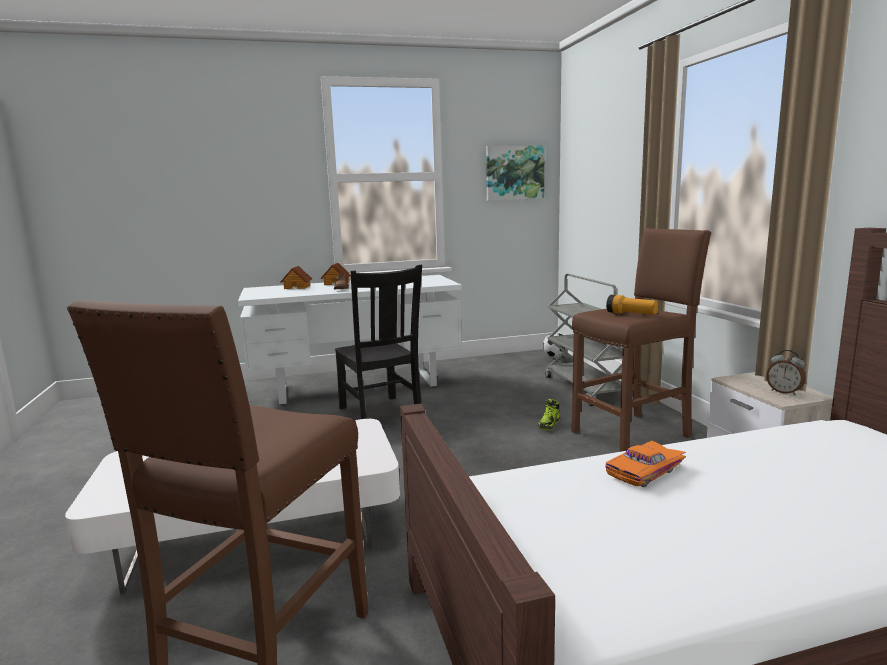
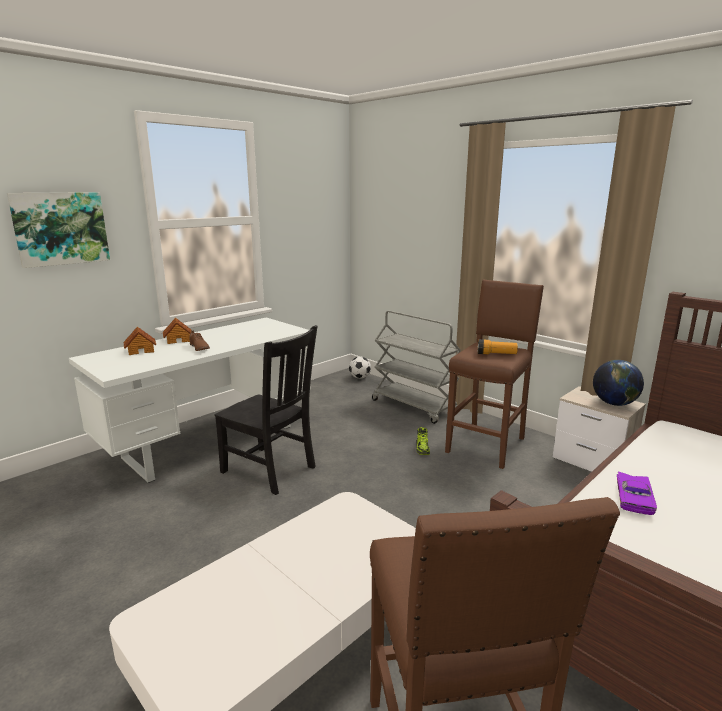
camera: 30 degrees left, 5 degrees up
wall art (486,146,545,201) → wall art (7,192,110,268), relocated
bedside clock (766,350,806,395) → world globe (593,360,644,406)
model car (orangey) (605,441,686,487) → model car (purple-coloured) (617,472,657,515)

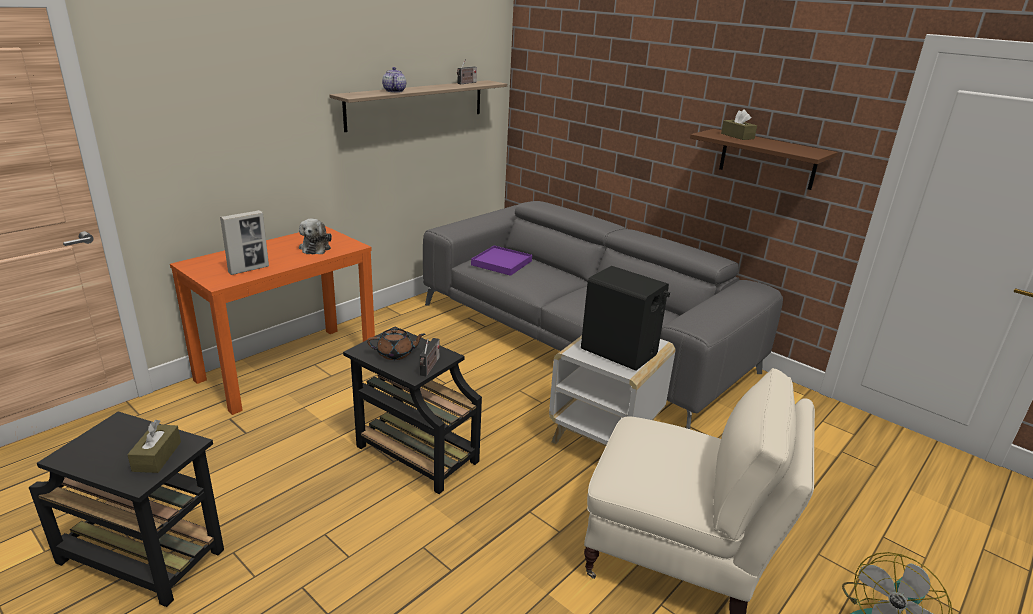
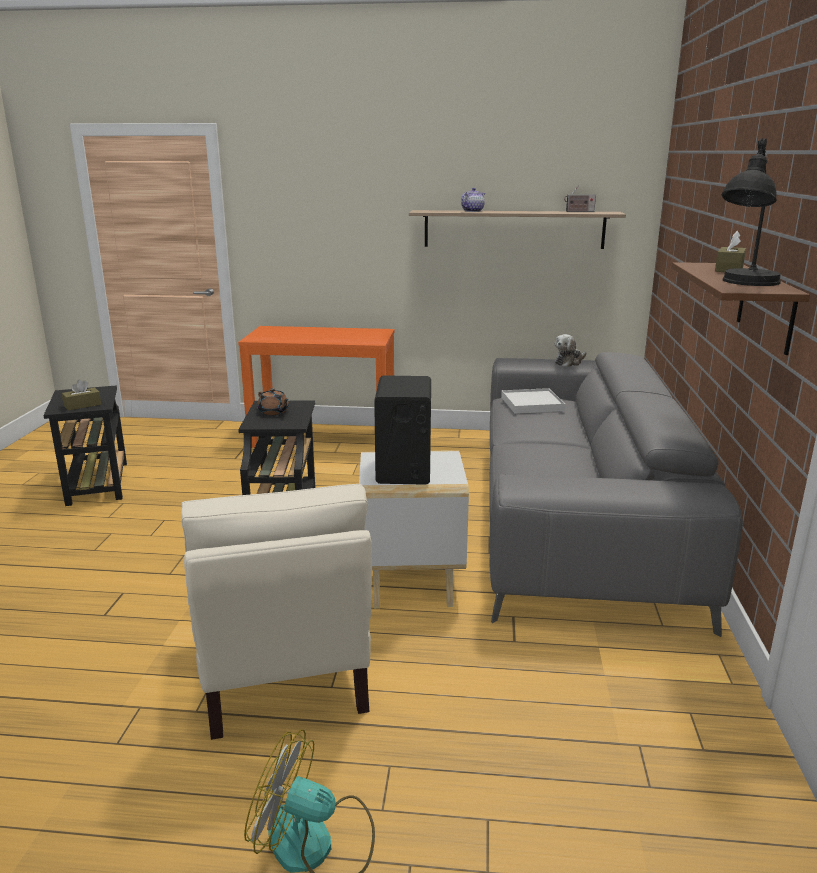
camera: 55 degrees right, 5 degrees down
carrying tray (purple-coloured) (471,246,532,276) → carrying tray (white) (501,388,565,414)
soft toy (299,218,332,254) → soft toy (555,334,586,367), relocated
- → lamp for a table (black-coloured) (722,138,781,286)
standing frame (220,210,269,275) → -
radio (420,338,440,377) → -

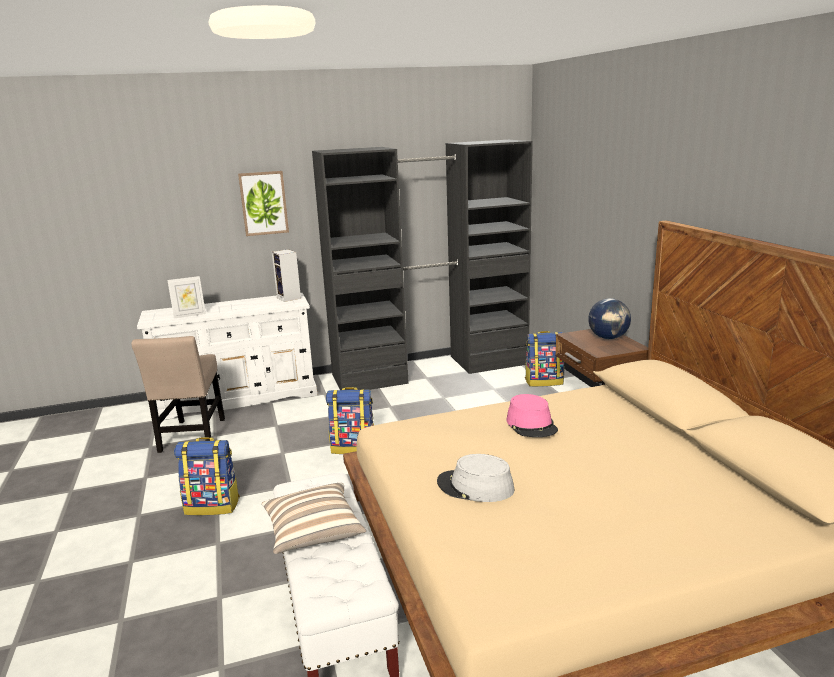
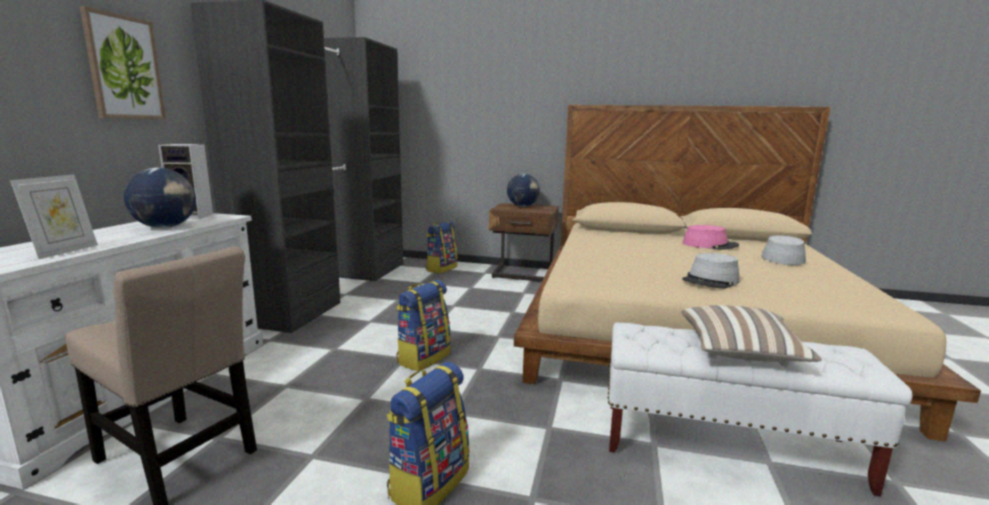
camera: 60 degrees left, 5 degrees down
- → world globe (123,168,196,228)
clothing hat (pinkish) (507,394,558,437) → clothing hat (pinkish) (683,225,739,250), relocated
- → clothing hat (greyish) (761,235,806,265)

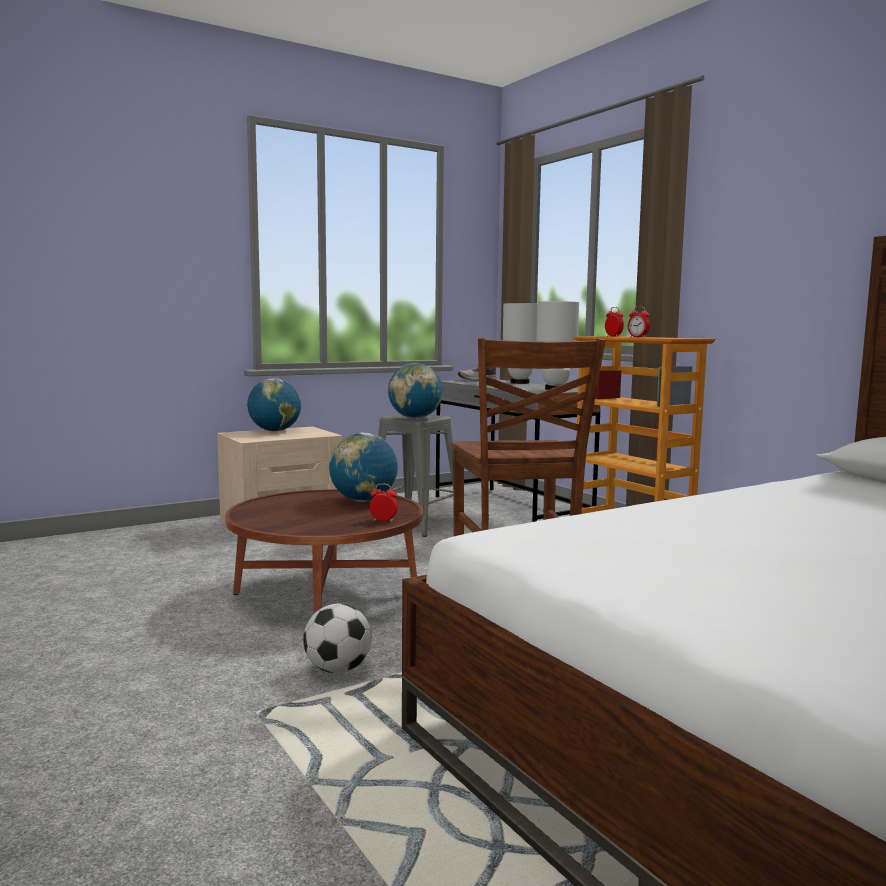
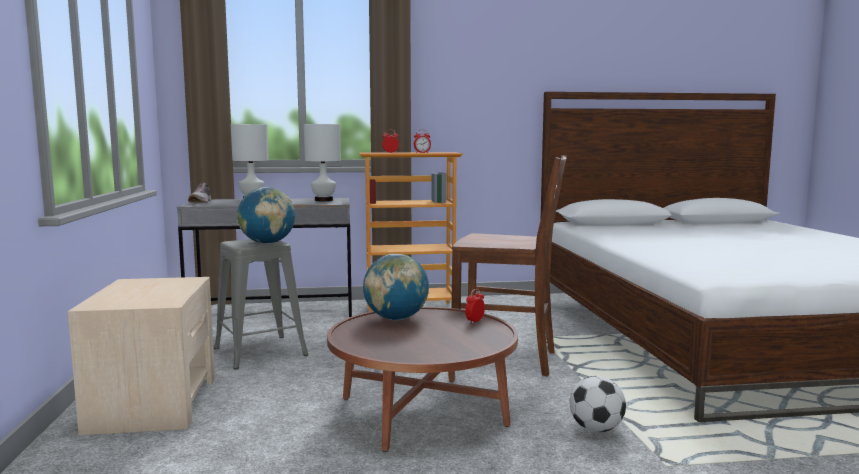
camera: 65 degrees left, 0 degrees up
world globe (247,378,301,431) → -

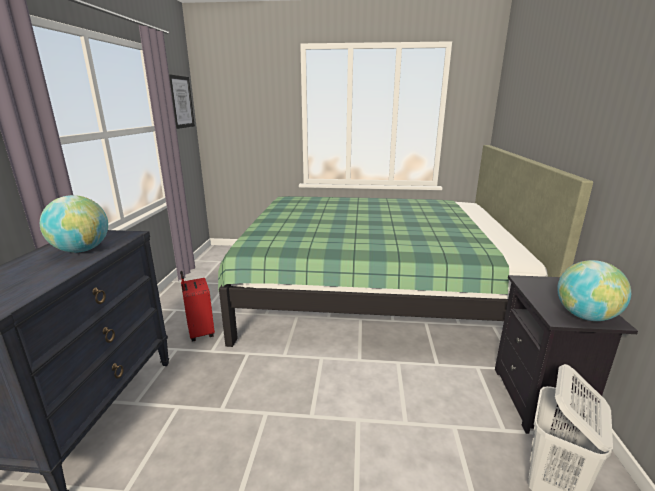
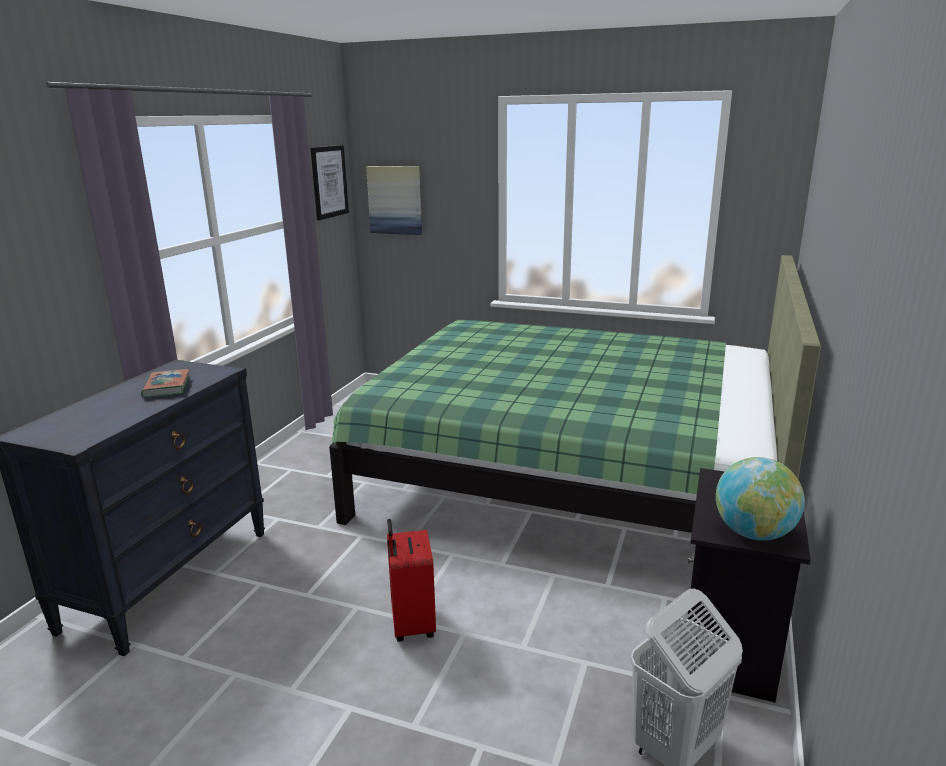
camera: 15 degrees right, 0 degrees up
world globe (40,195,108,253) → book (141,369,190,398)
- → wall art (366,166,422,235)
travel case (reddish) (180,271,215,342) → travel case (reddish) (387,519,436,642), relocated

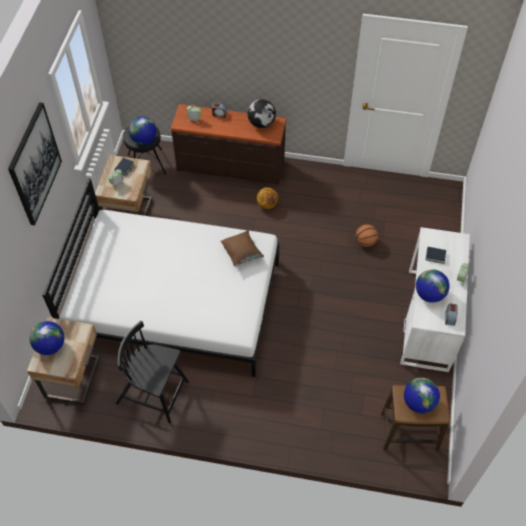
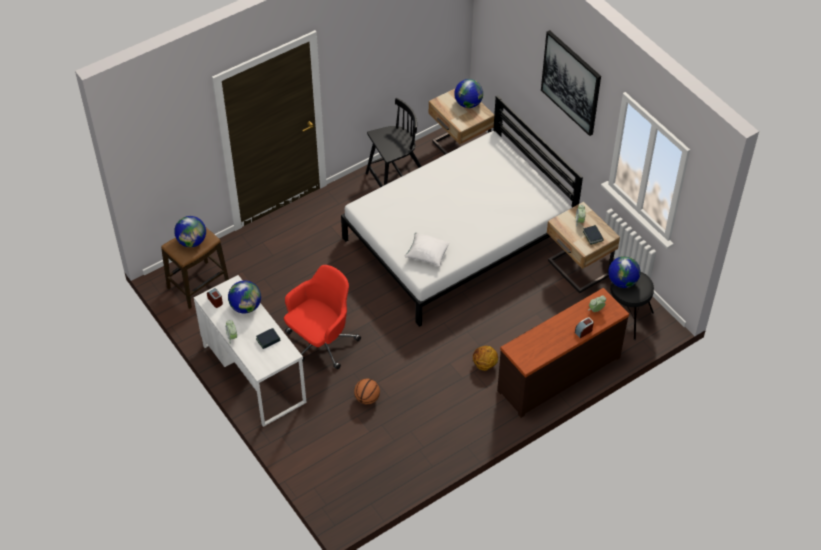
camera: 135 degrees right, 5 degrees down
- → office chair (reddish) (284,265,361,369)
cushion (brown) (220,230,264,267) → cushion (white) (404,233,449,266)
world globe (247,99,276,128) → -

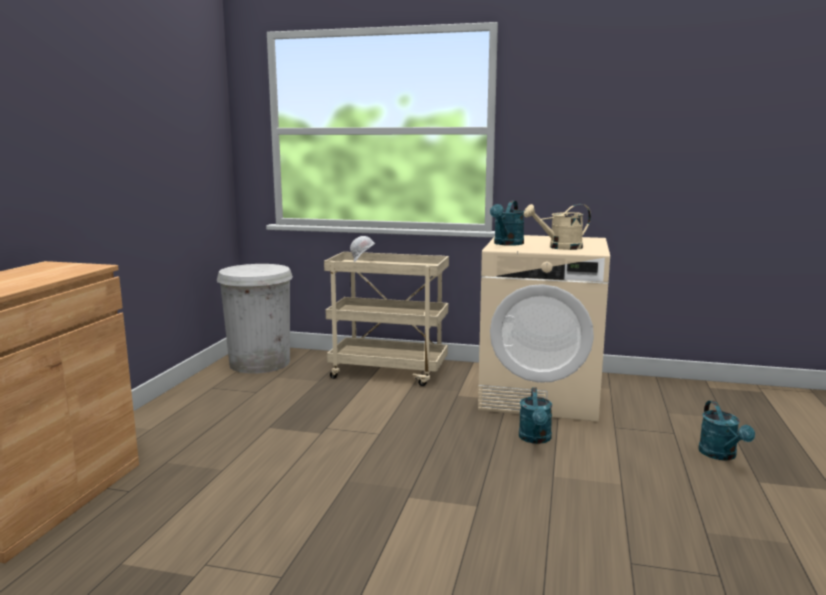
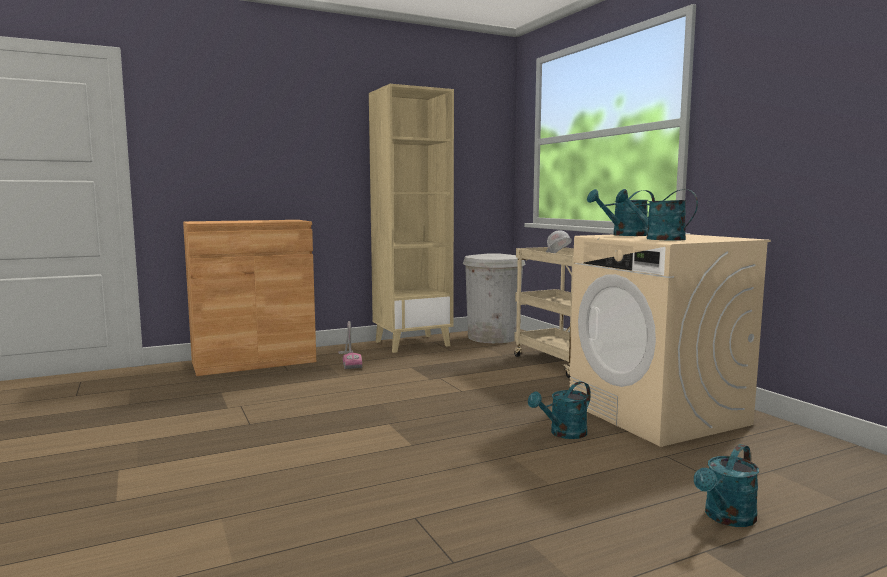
camera: 50 degrees right, 5 degrees down
- → vacuum (338,321,362,369)
- → bookcase (sand-coloured) (369,84,454,353)
watering can (sand-coloured) (524,204,591,250) → watering can (turquoise) (616,189,698,241)

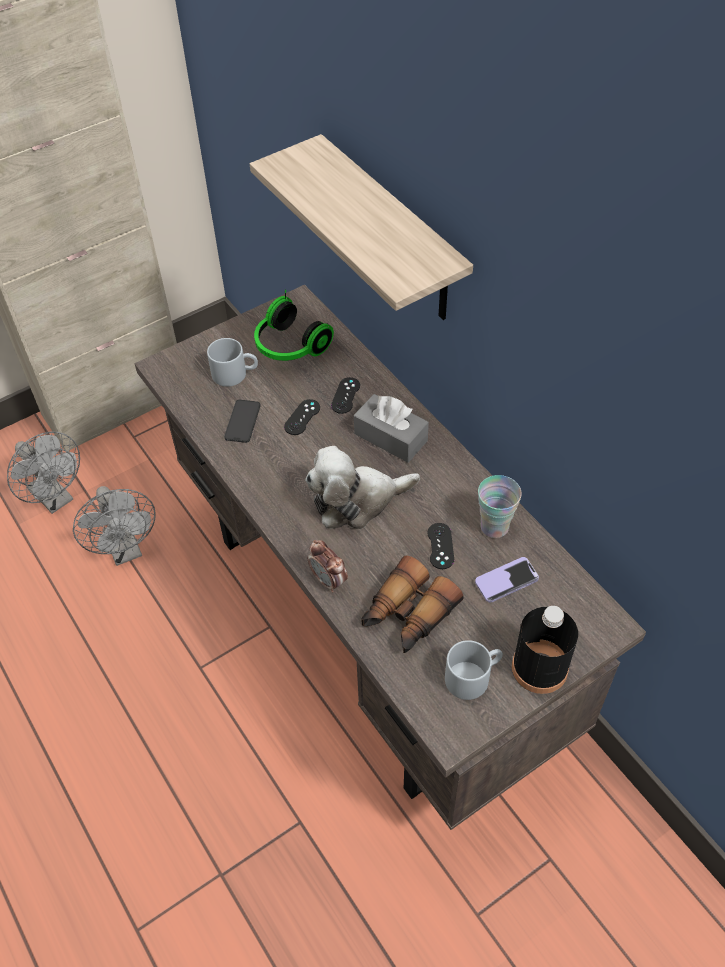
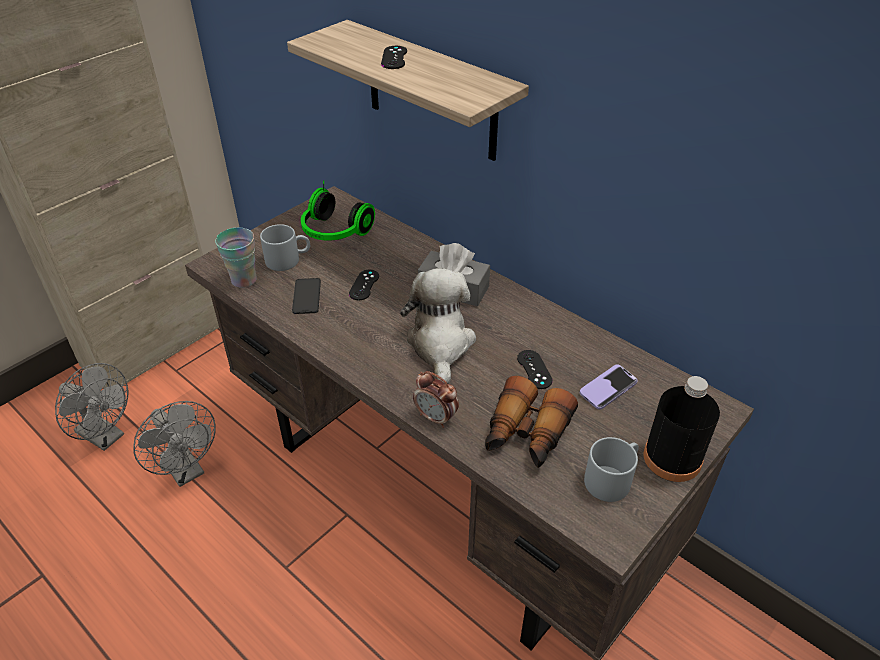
camera: 15 degrees left, 10 degrees down
drinking cup (478,475,522,538) → drinking cup (215,228,257,288), relocated
game controller (black-coloured) (331,377,360,414) → game controller (black-coloured) (381,46,407,69), relocated
soft toy (305,446,420,529) → soft toy (400,268,476,384), 120 degrees clockwise

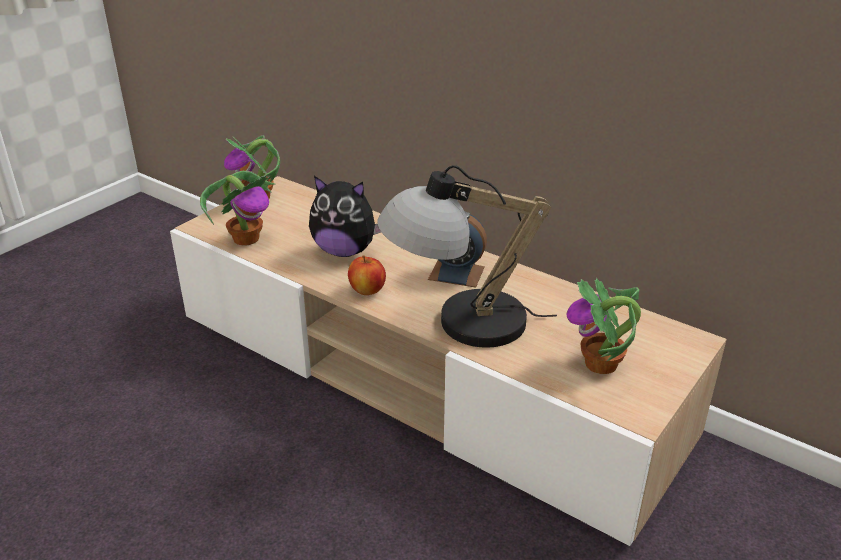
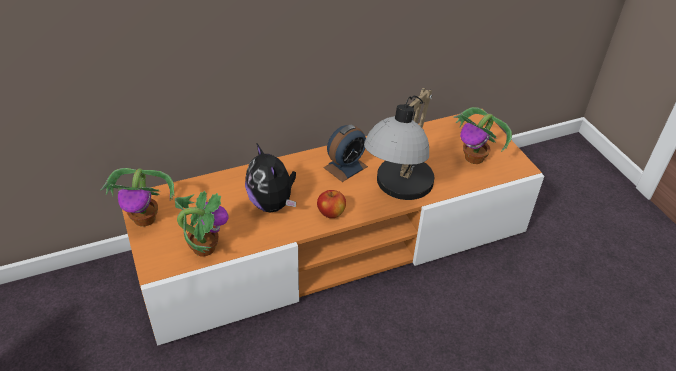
camera: 60 degrees left, 10 degrees up
media console (sand-coloured) (170,176,727,546) → media console (orangey) (122,109,544,346)
soft toy (309,176,381,257) → soft toy (245,144,296,213), 105 degrees clockwise

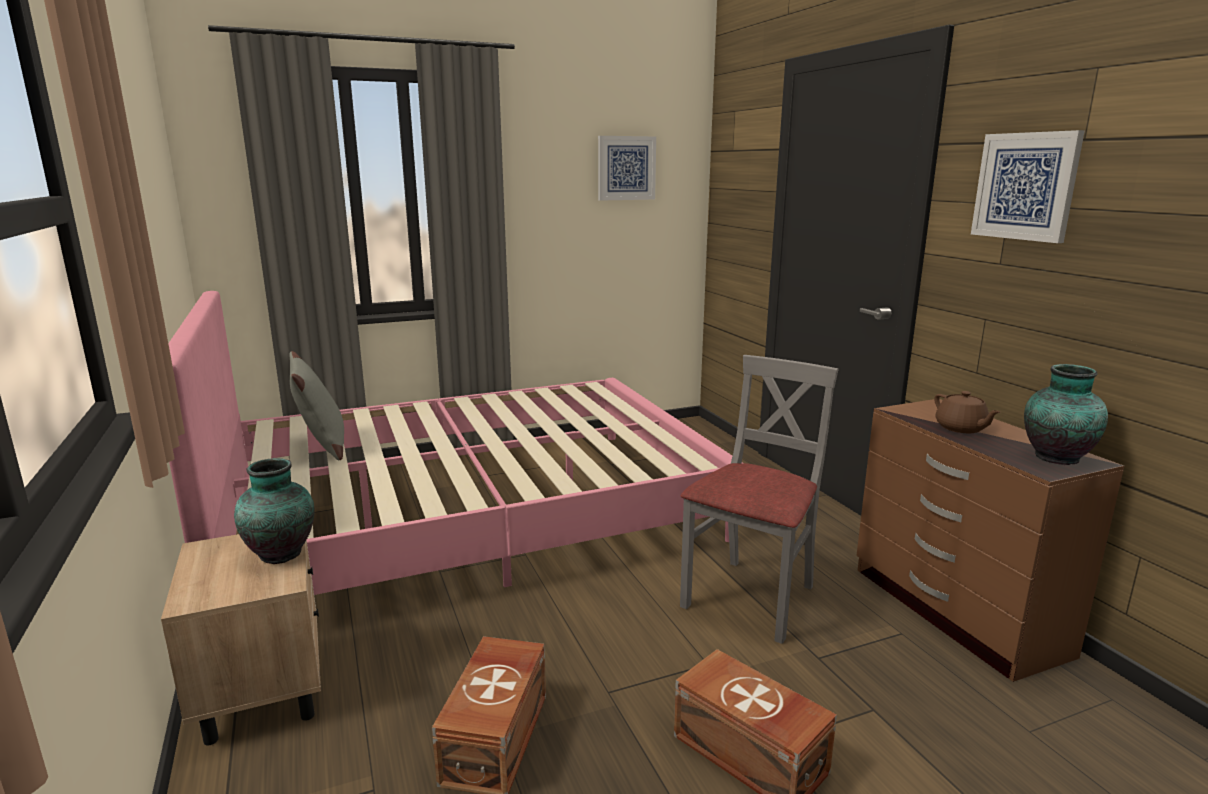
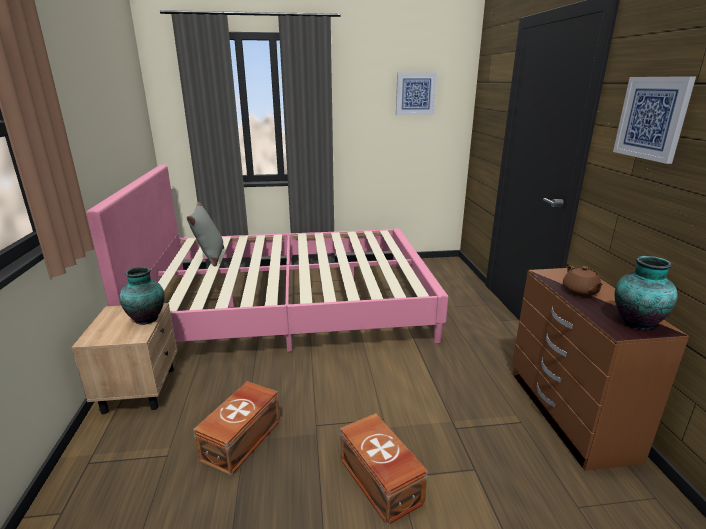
camera: 15 degrees right, 5 degrees up
upright chair (greyish) (680,355,838,644) → -

